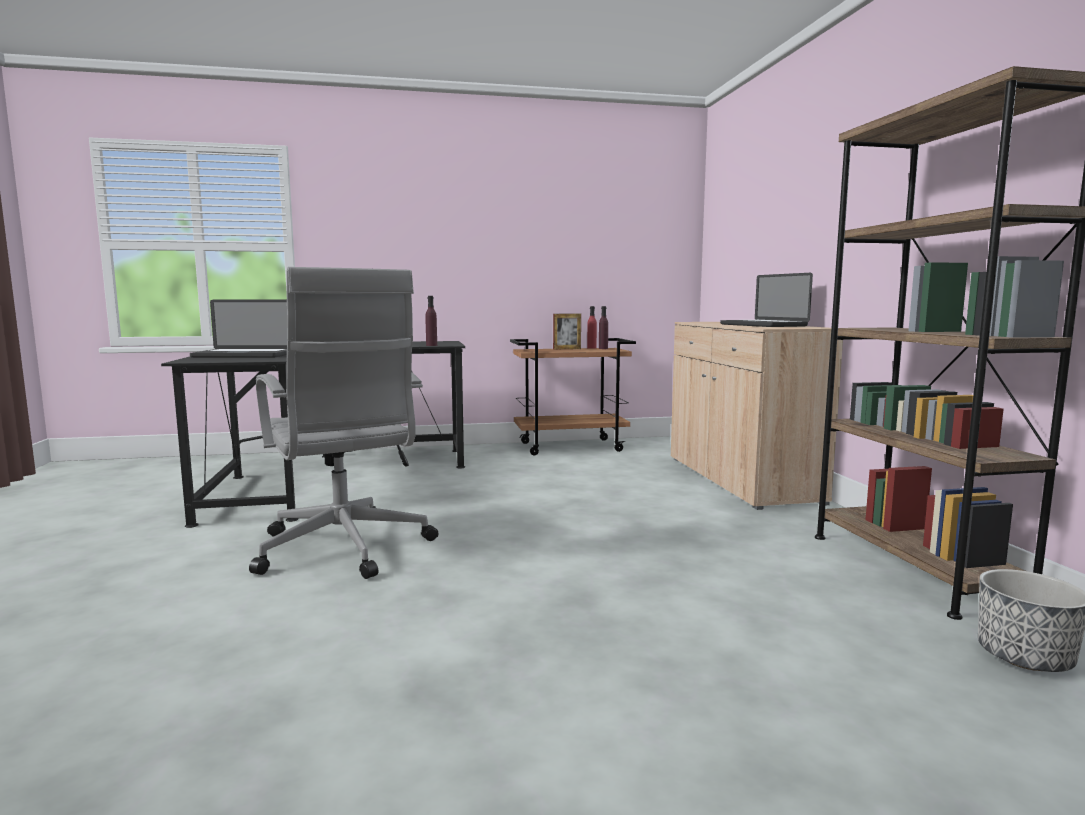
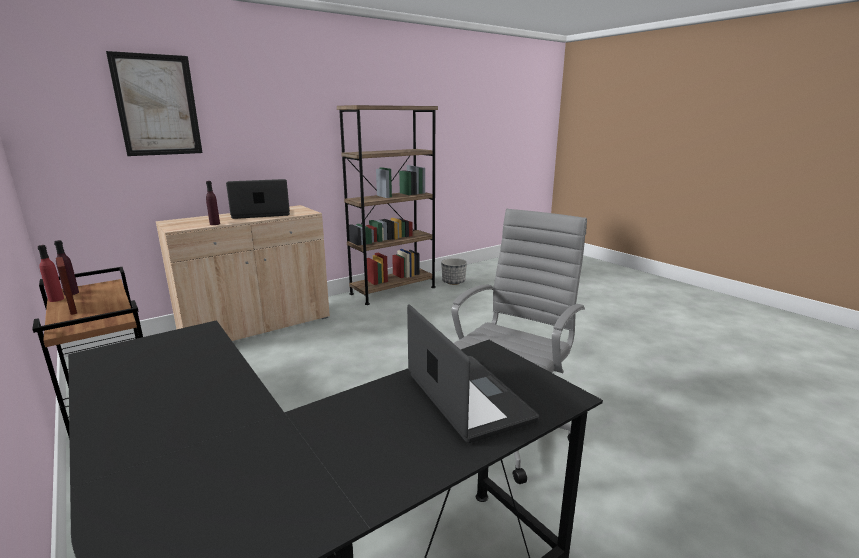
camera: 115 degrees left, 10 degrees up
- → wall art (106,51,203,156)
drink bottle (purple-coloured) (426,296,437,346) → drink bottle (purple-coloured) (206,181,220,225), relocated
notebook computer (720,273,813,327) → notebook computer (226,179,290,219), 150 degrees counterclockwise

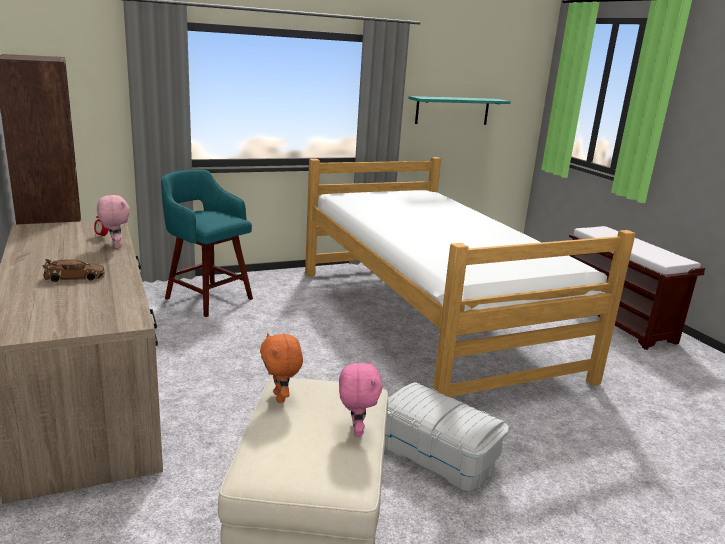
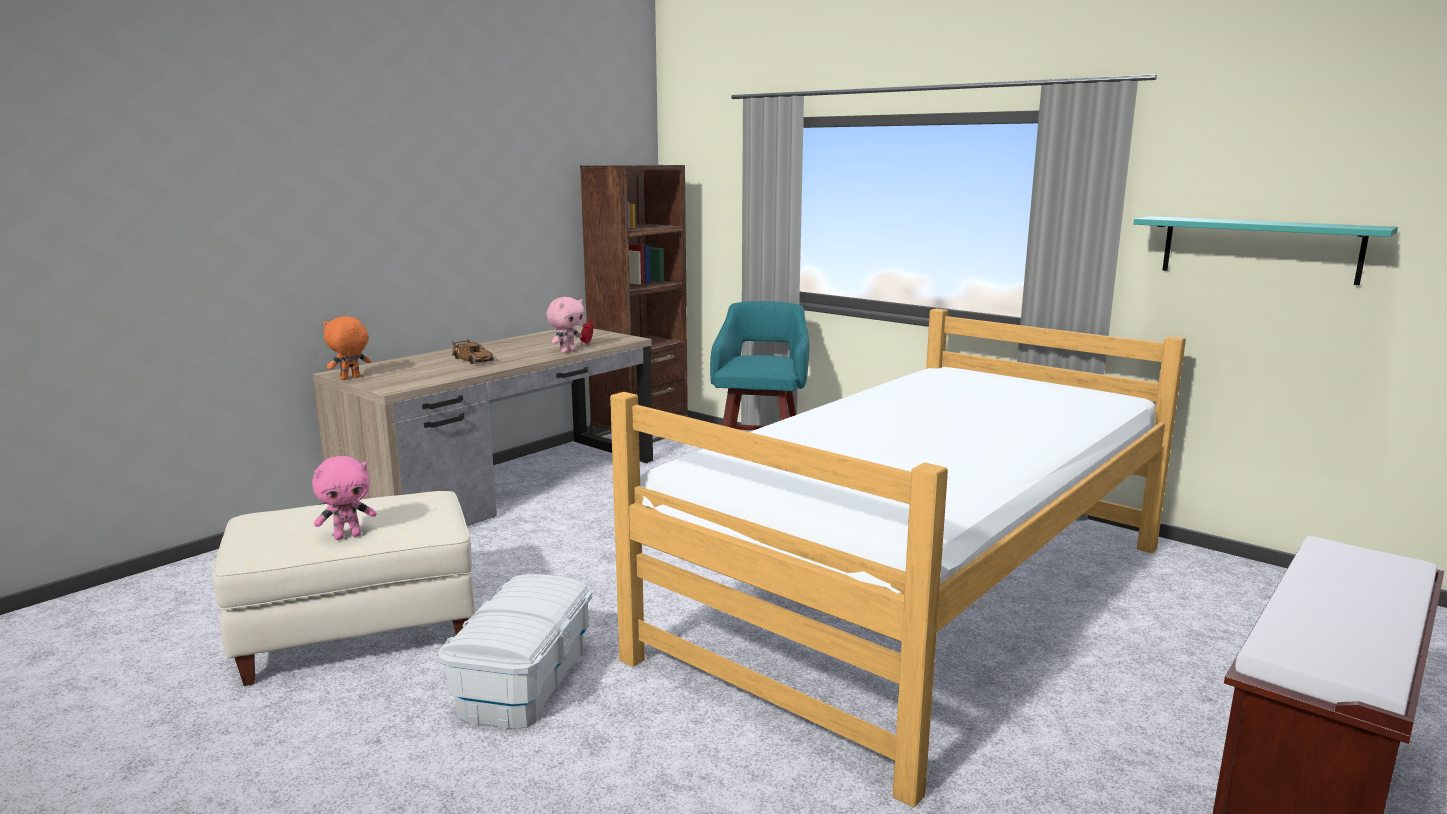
camera: 65 degrees right, 5 degrees down
soft toy (orangey) (260,333,303,403) → soft toy (orangey) (322,316,371,380), relocated

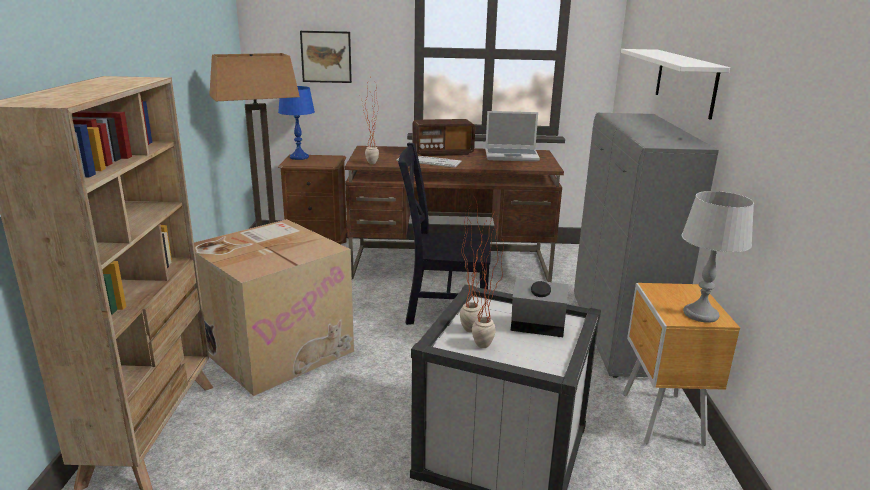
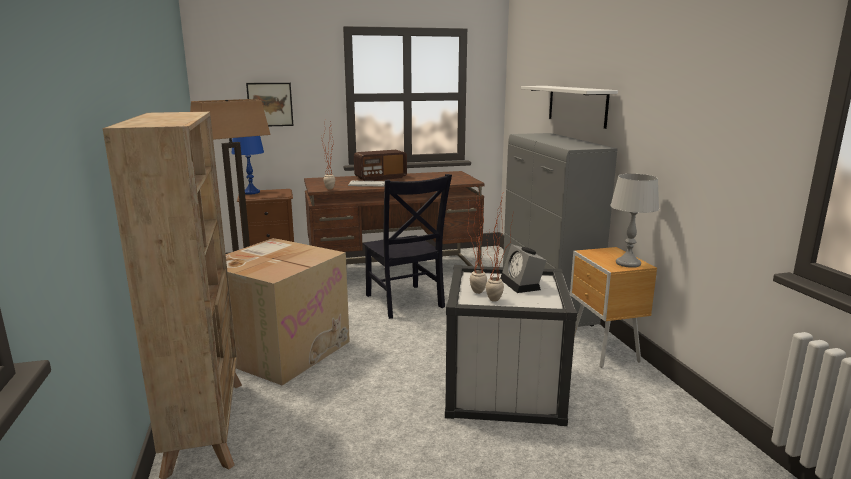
camera: 15 degrees left, 5 degrees down
upright chair (black-coloured) (398,143,491,325) → upright chair (black-coloured) (363,174,452,319), 105 degrees counterclockwise
bedside clock (511,278,569,337) → bedside clock (500,244,547,293), 105 degrees counterclockwise
notebook computer (485,111,540,162) → -

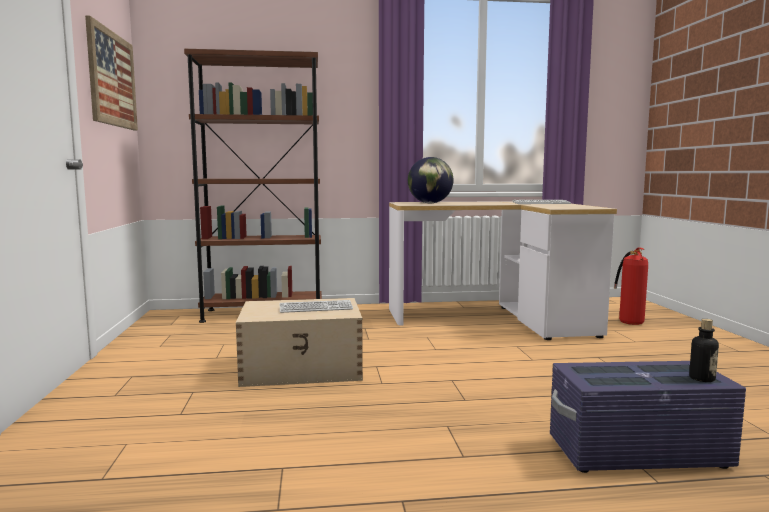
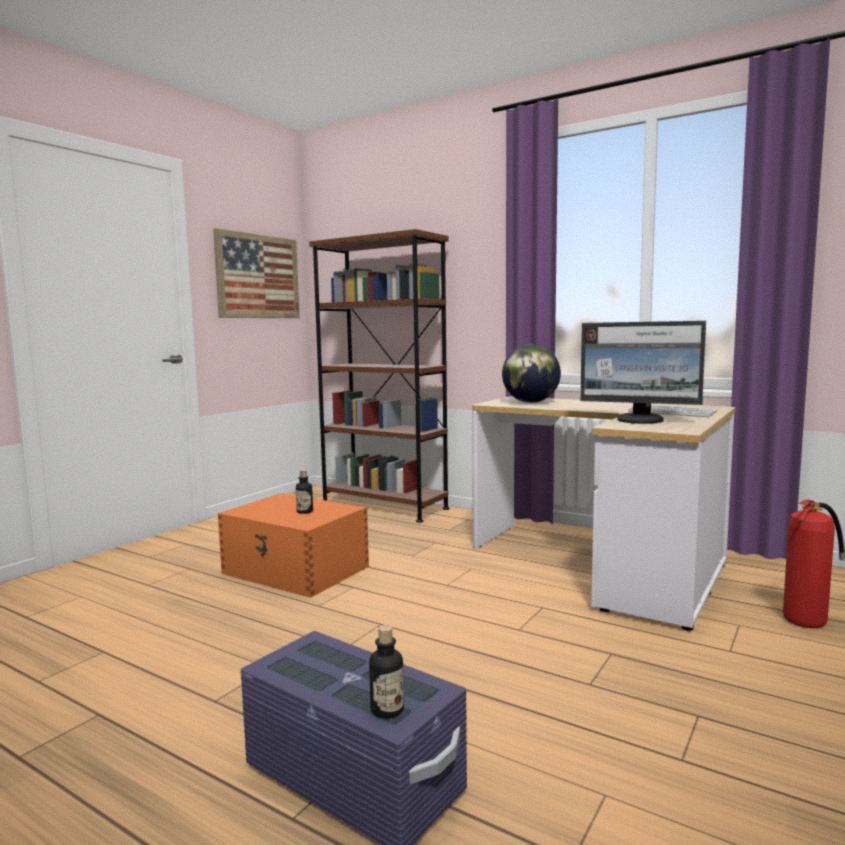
camera: 40 degrees right, 0 degrees up
storage box (sand-coloured) (236,298,363,387) → storage box (orangey) (218,493,369,598)
PC keyboard (280,300,353,313) → drink bottle (296,470,313,514)
- → computer display (580,321,706,424)

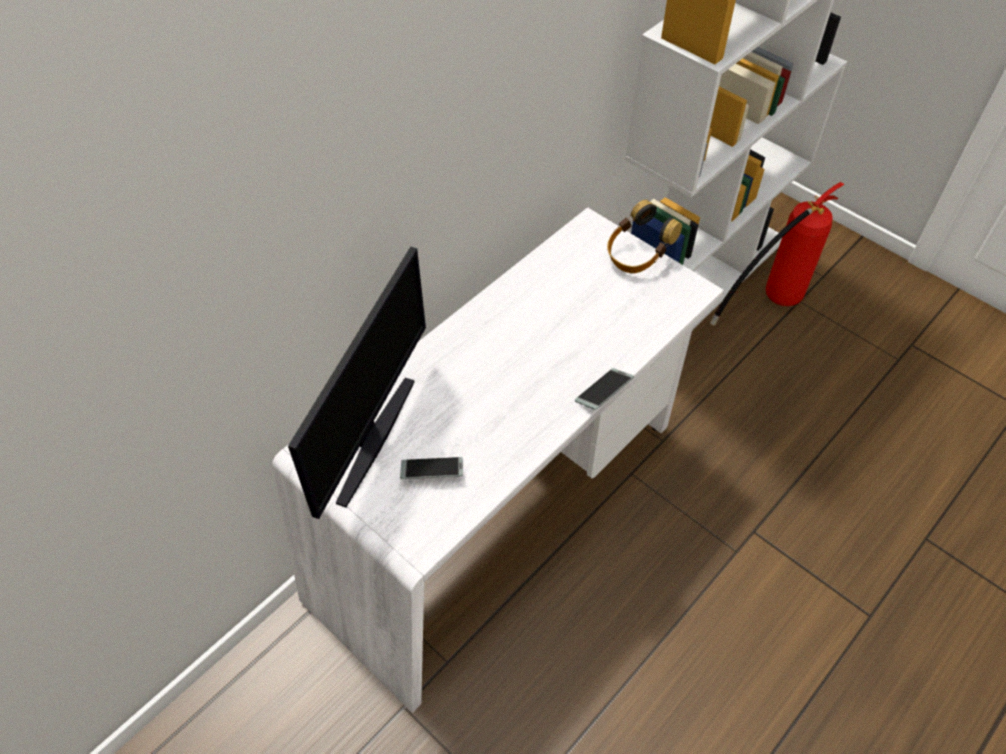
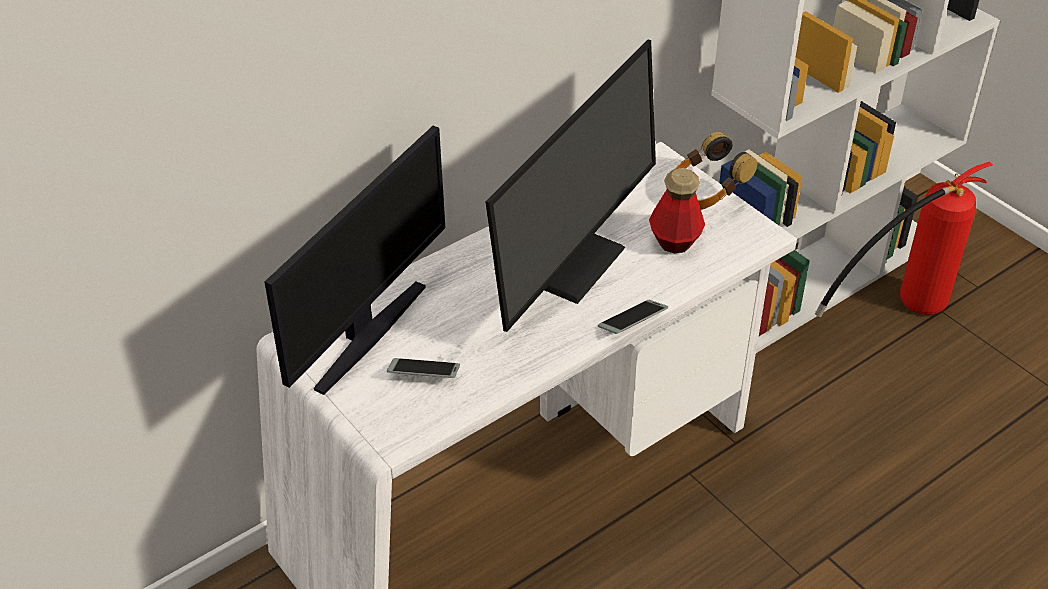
camera: 10 degrees right, 10 degrees down
- → computer display (485,40,656,332)
- → drink bottle (649,168,705,253)

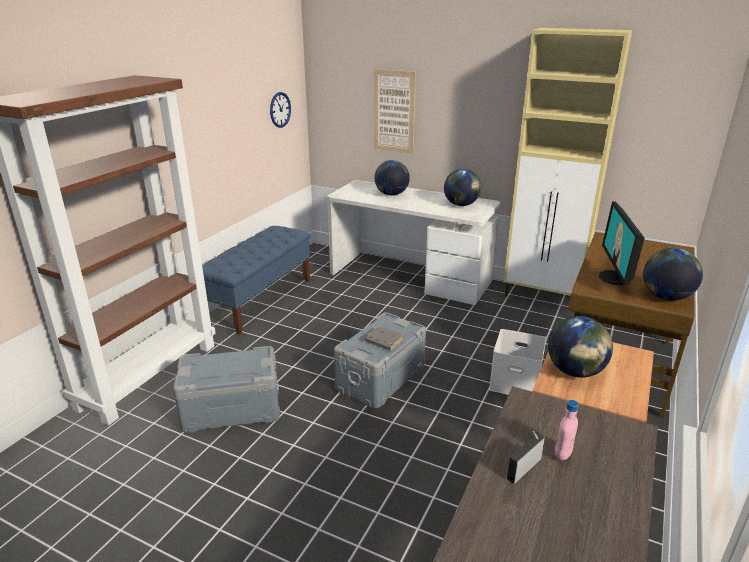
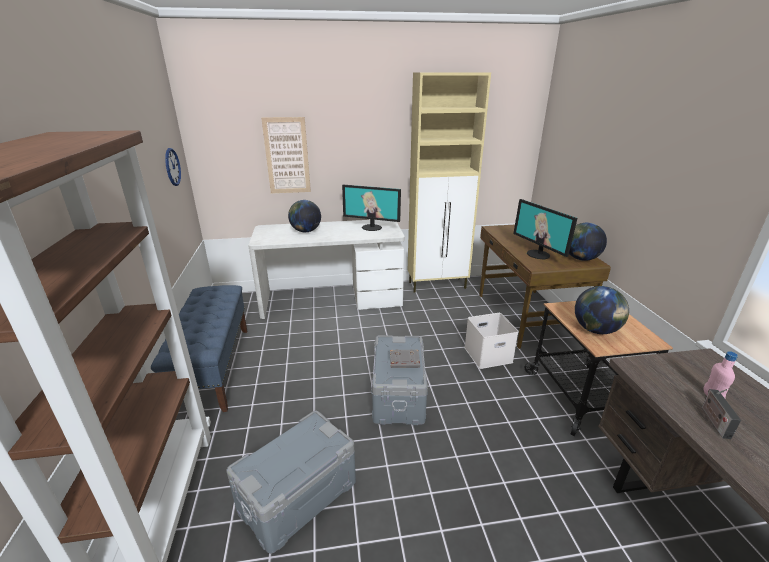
camera: 35 degrees left, 0 degrees up
world globe (444,169,481,206) → computer display (342,185,401,231)

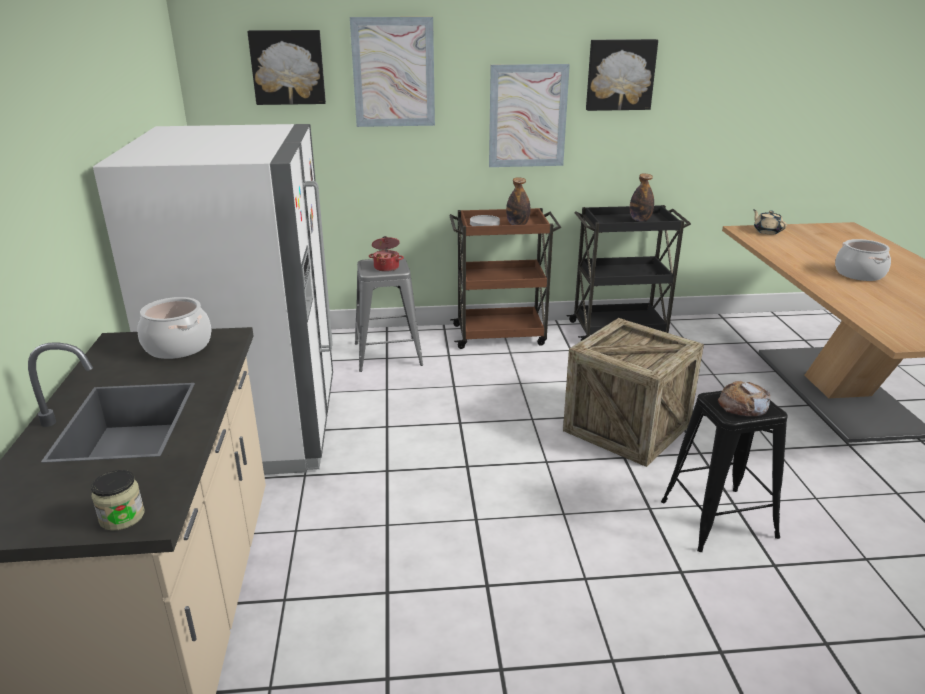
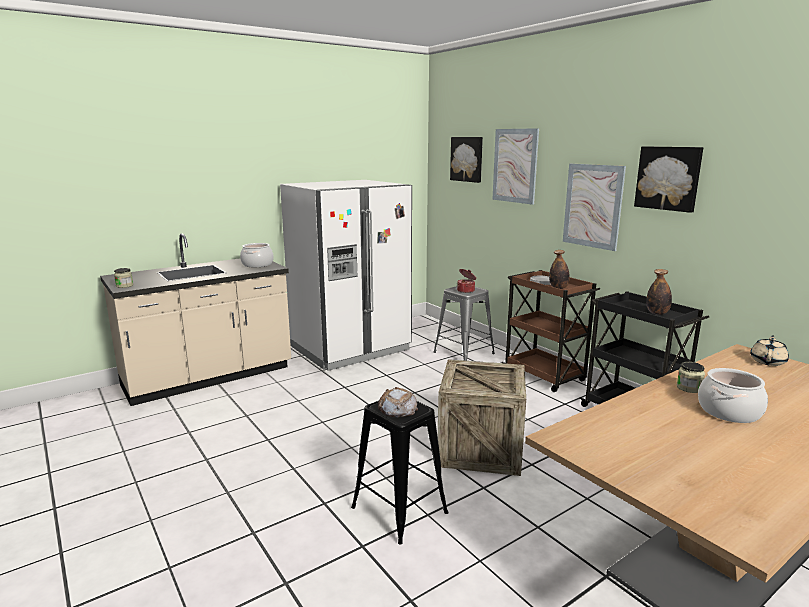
camera: 60 degrees right, 10 degrees down
- → jar (676,362,705,393)

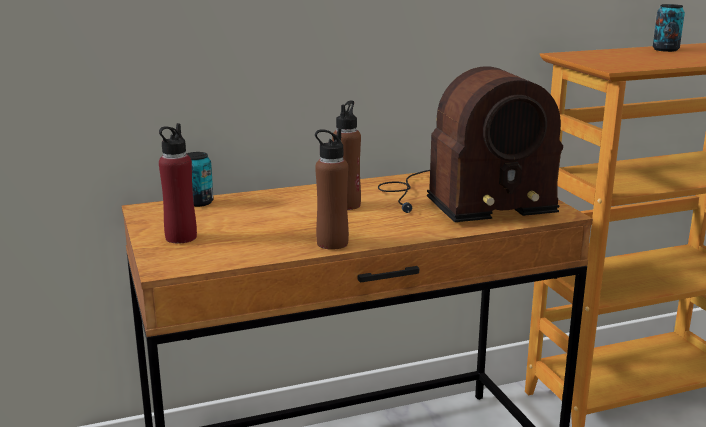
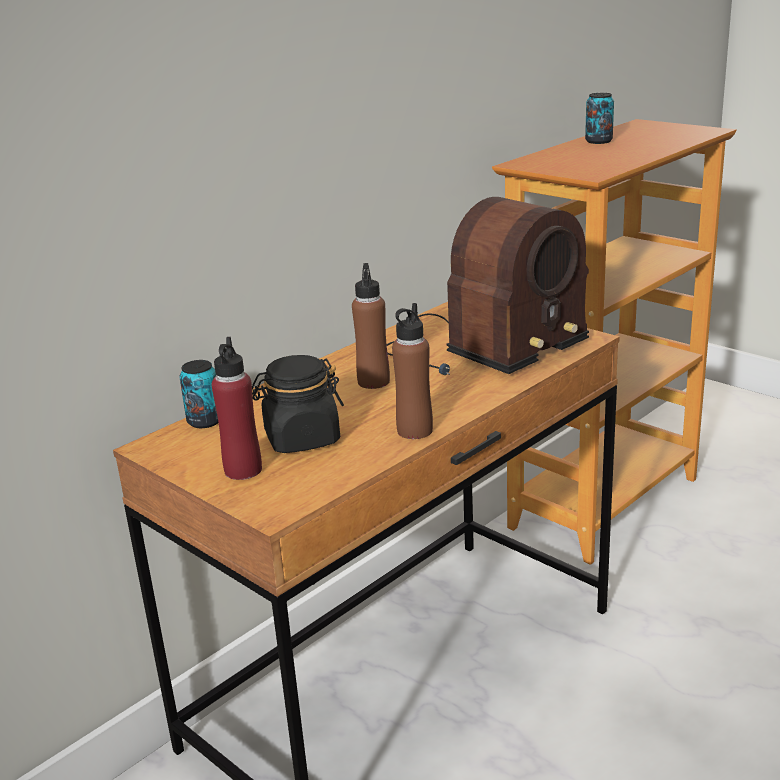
camera: 25 degrees left, 5 degrees up
- → jar (black-coloured) (252,355,344,453)

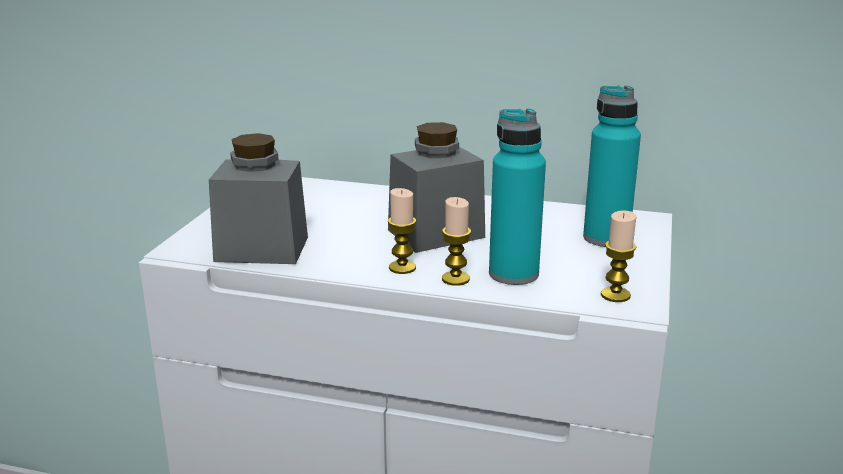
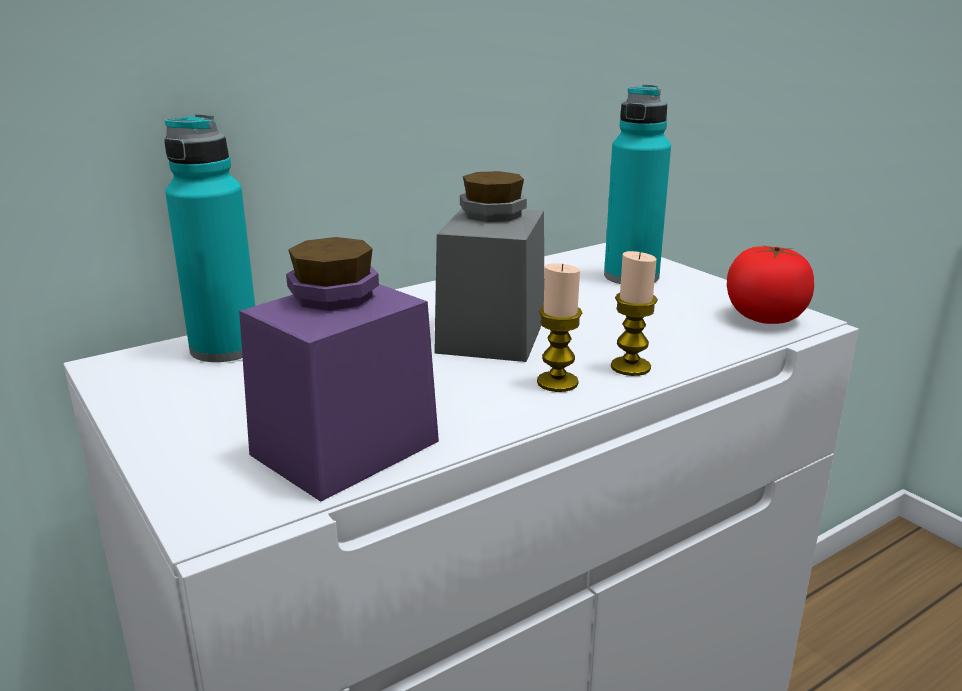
camera: 50 degrees left, 0 degrees up
drink bottle (turquoise) (489,109,546,285) → drink bottle (turquoise) (164,114,255,362), relocated
jar (greyish) (209,133,308,264) → jar (purple-coloured) (239,237,439,502)
candle (601,210,636,302) → tomato (727,246,814,324)

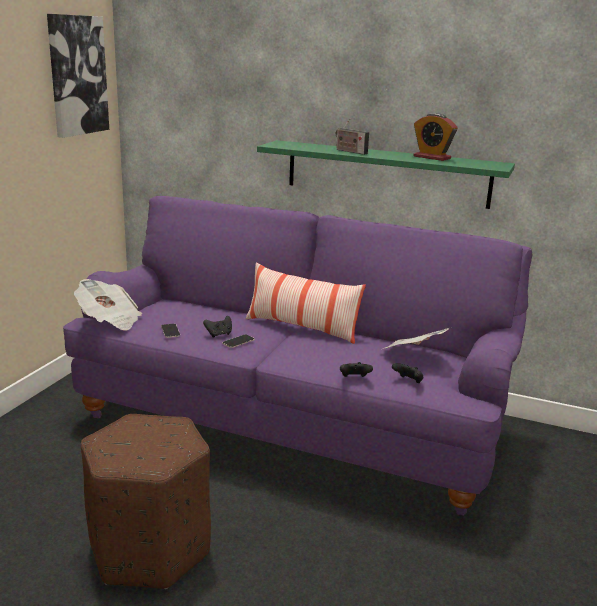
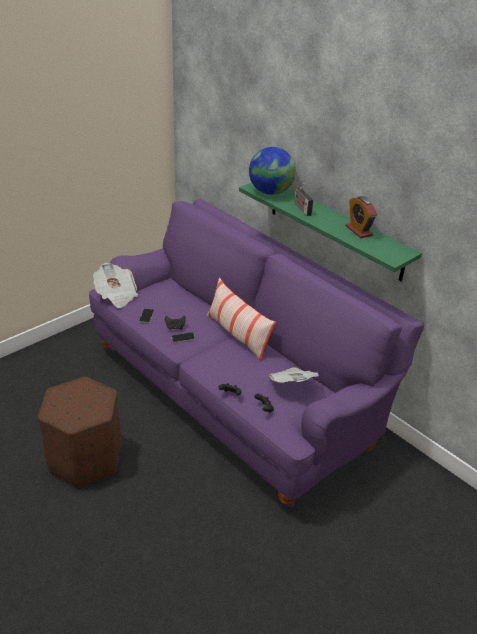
camera: 25 degrees right, 15 degrees up
- → world globe (249,147,296,195)
wall art (47,14,109,138) → -

